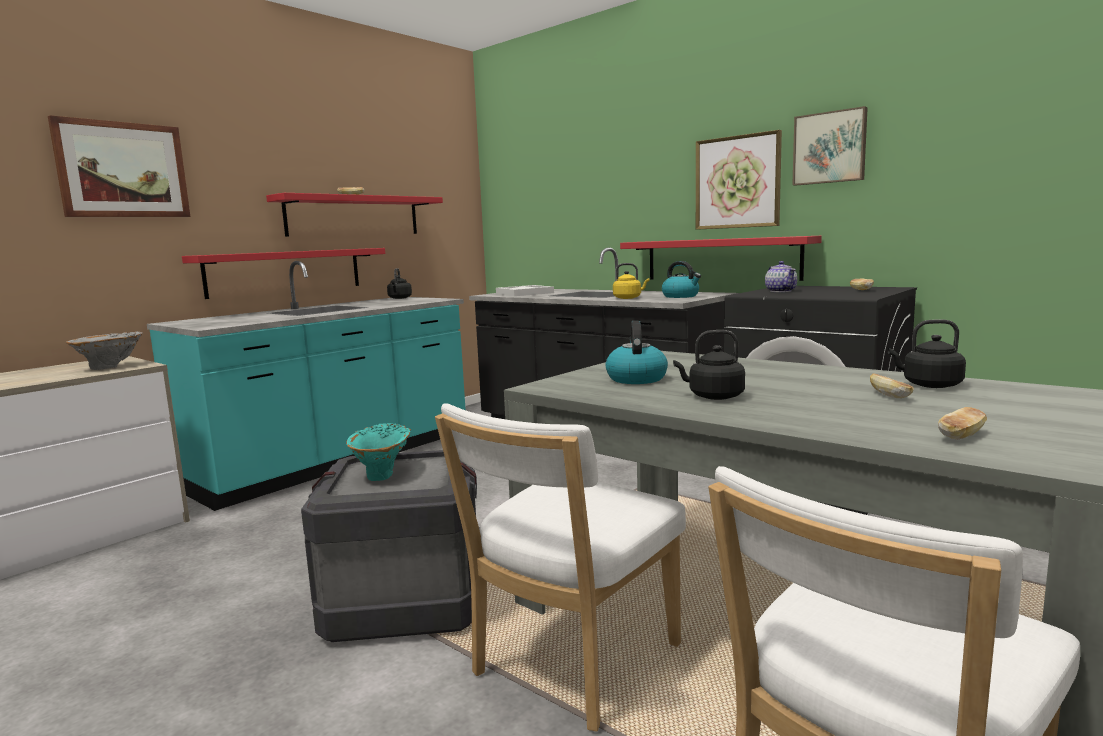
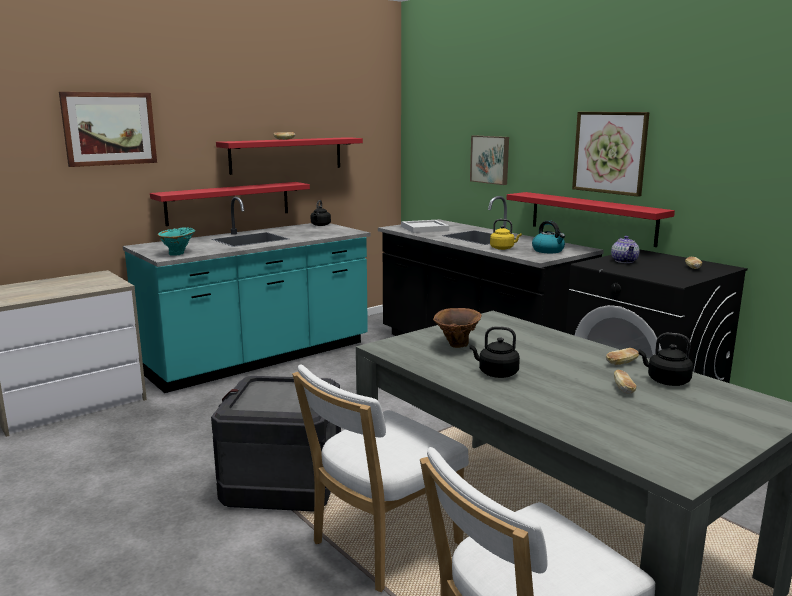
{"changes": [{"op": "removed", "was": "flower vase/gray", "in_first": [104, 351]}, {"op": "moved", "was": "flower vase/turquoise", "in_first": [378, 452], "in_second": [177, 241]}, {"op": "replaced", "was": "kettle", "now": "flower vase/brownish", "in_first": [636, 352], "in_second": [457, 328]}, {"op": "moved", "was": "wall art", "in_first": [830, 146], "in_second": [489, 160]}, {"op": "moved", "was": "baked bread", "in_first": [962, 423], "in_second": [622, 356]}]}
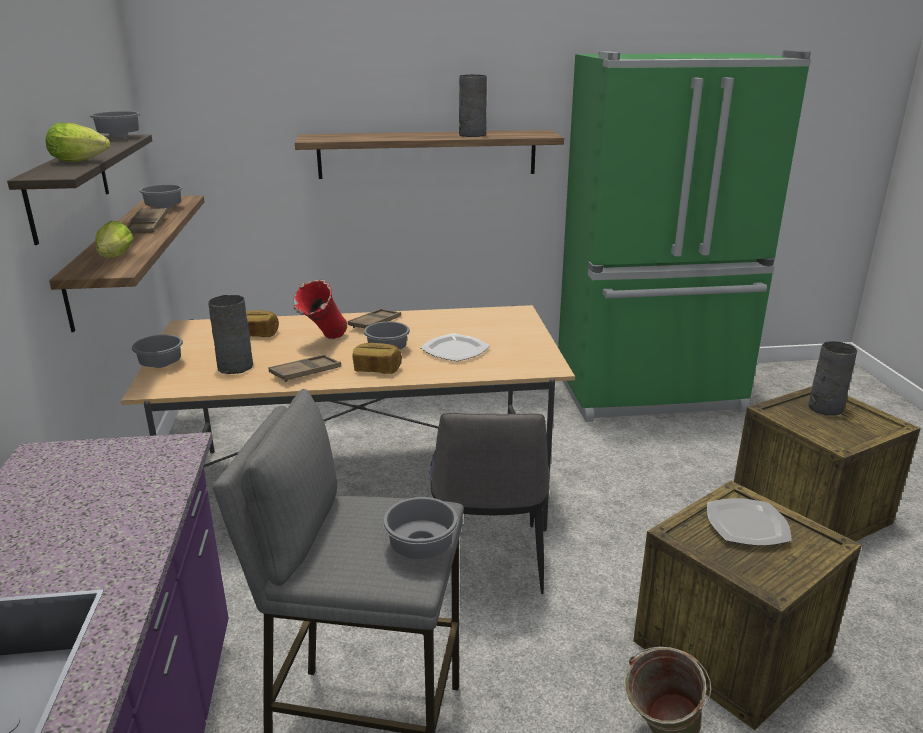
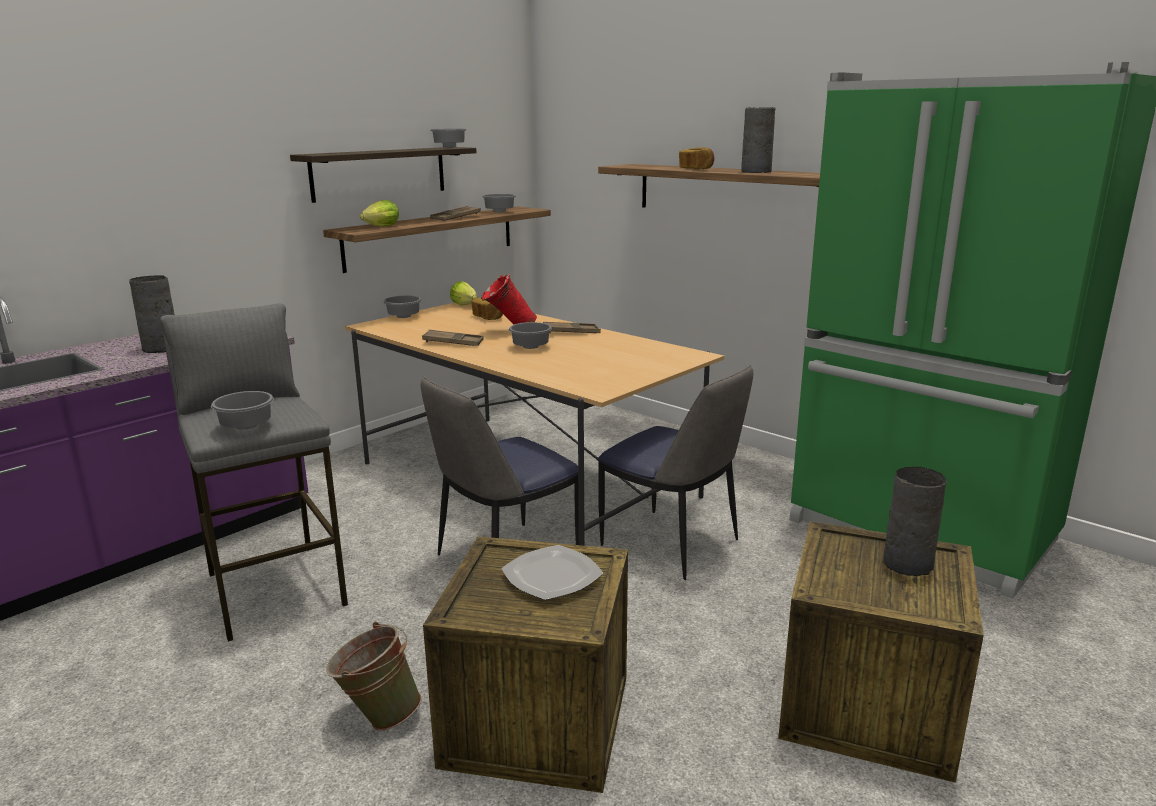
{"changes": [{"op": "moved", "was": "head of lettuce", "in_first": [78, 142], "in_second": [463, 293]}, {"op": "moved", "was": "flower vase/gray", "in_first": [230, 334], "in_second": [152, 314]}, {"op": "moved", "was": "baked bread", "in_first": [377, 358], "in_second": [696, 158]}, {"op": "removed", "was": "plate", "in_first": [455, 347]}, {"op": "added", "now": "chair", "in_second": [675, 472]}]}
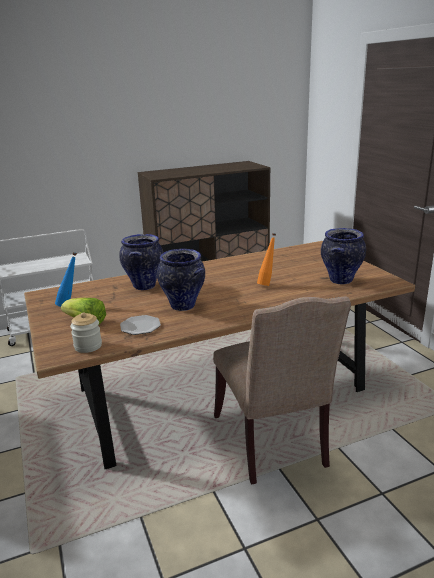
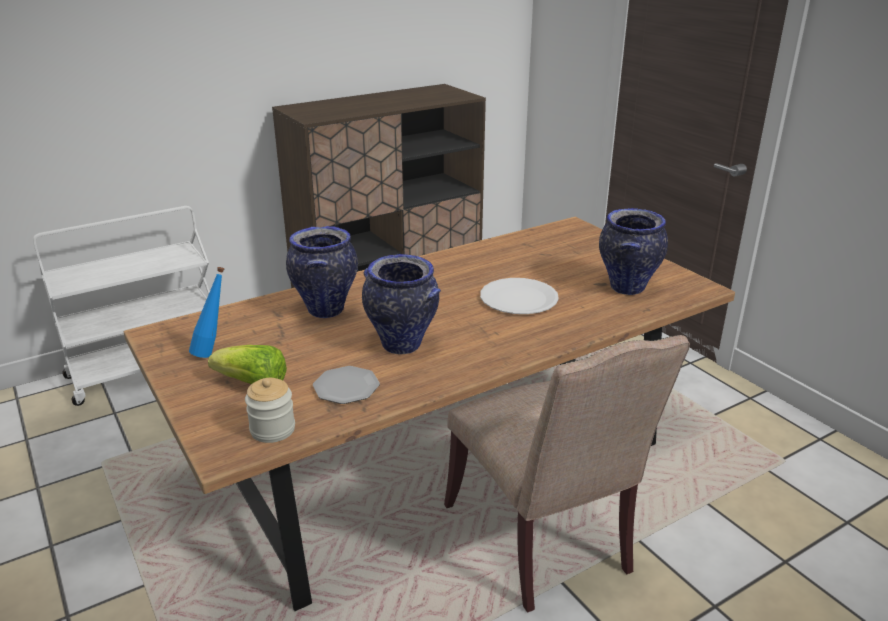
{"changes": [{"op": "replaced", "was": "bottle/orange-coloured", "now": "plate/whitish", "in_first": [266, 259], "in_second": [519, 296]}]}
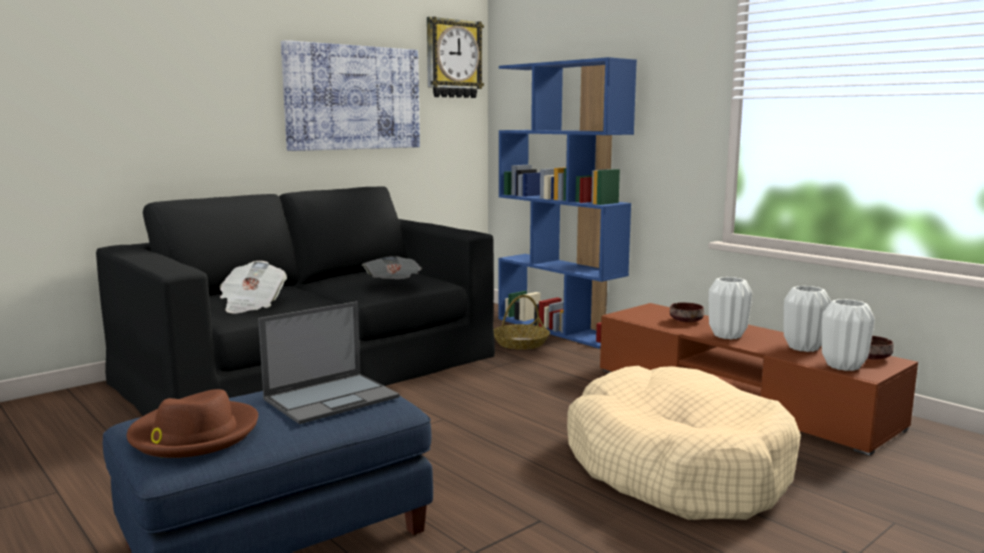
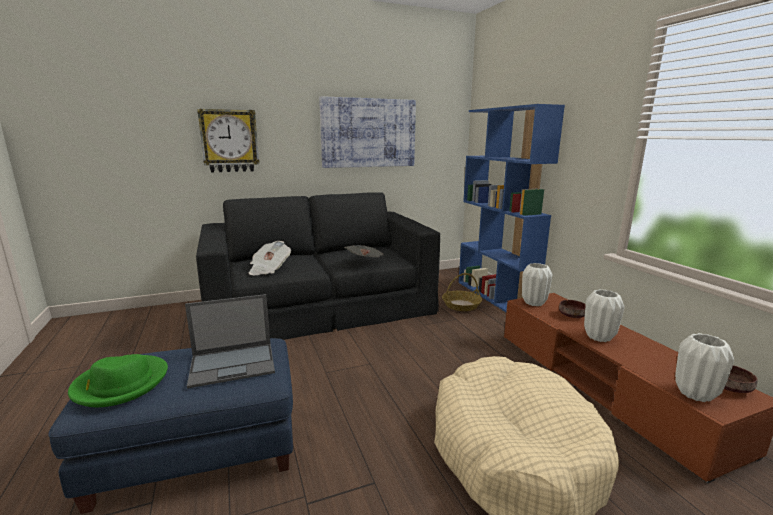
{"changes": [{"op": "recoloured", "was": "clothing hat/brownish", "now": "clothing hat/green", "in_first": [192, 423], "in_second": [118, 380]}, {"op": "moved", "was": "wall clock", "in_first": [455, 57], "in_second": [228, 141]}, {"op": "moved", "was": "flower vase/whitish", "in_first": [807, 319], "in_second": [537, 284]}]}
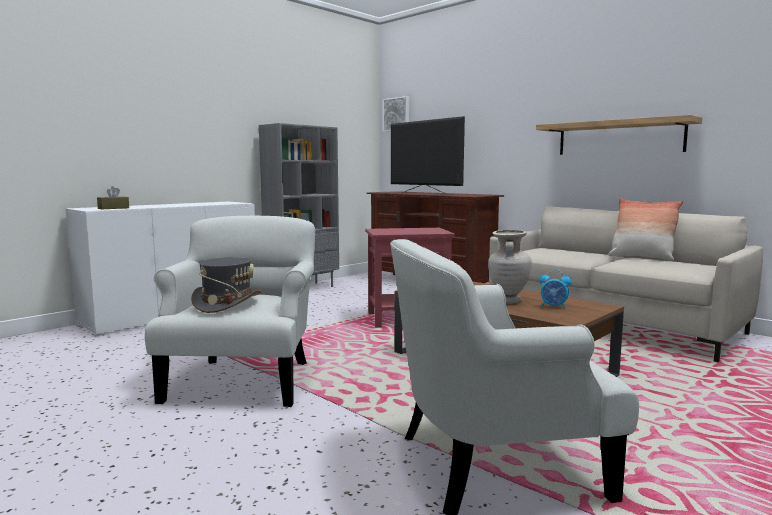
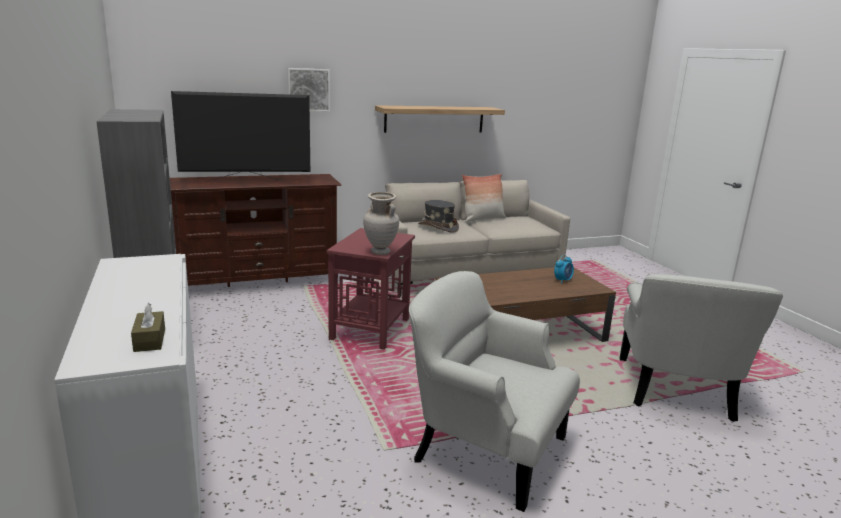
{"changes": [{"op": "moved", "was": "clothing hat/gray", "in_first": [226, 285], "in_second": [438, 216]}, {"op": "moved", "was": "wall art", "in_first": [396, 114], "in_second": [308, 90]}, {"op": "moved", "was": "flower vase/sand-coloured", "in_first": [510, 267], "in_second": [381, 223]}]}
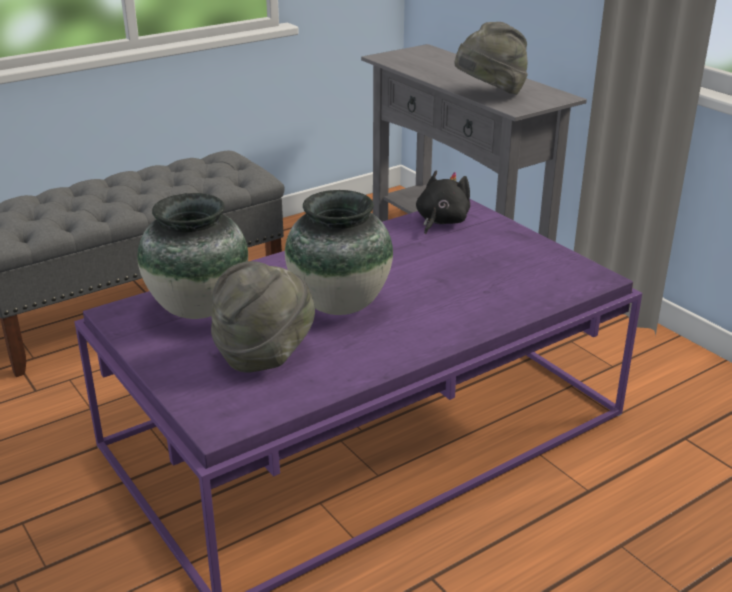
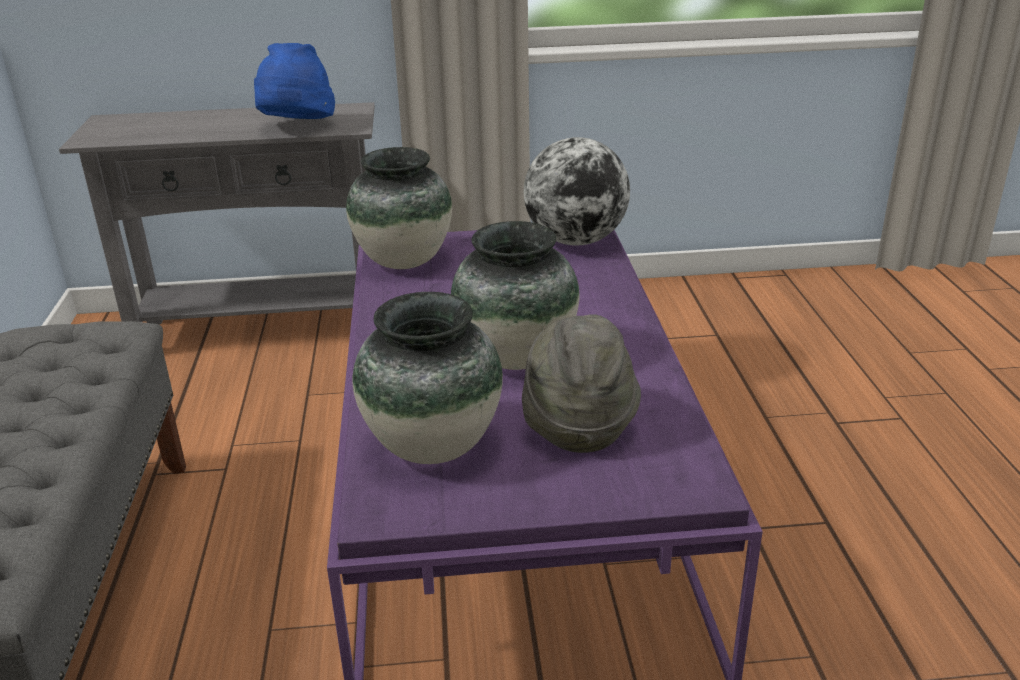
{"changes": [{"op": "replaced", "was": "plush toy/blackish", "now": "flower vase", "in_first": [443, 203], "in_second": [399, 208]}, {"op": "recoloured", "was": "clothing hat/gray", "now": "clothing hat/bluish", "in_first": [491, 58], "in_second": [294, 81]}, {"op": "added", "now": "globe", "in_second": [577, 191]}]}
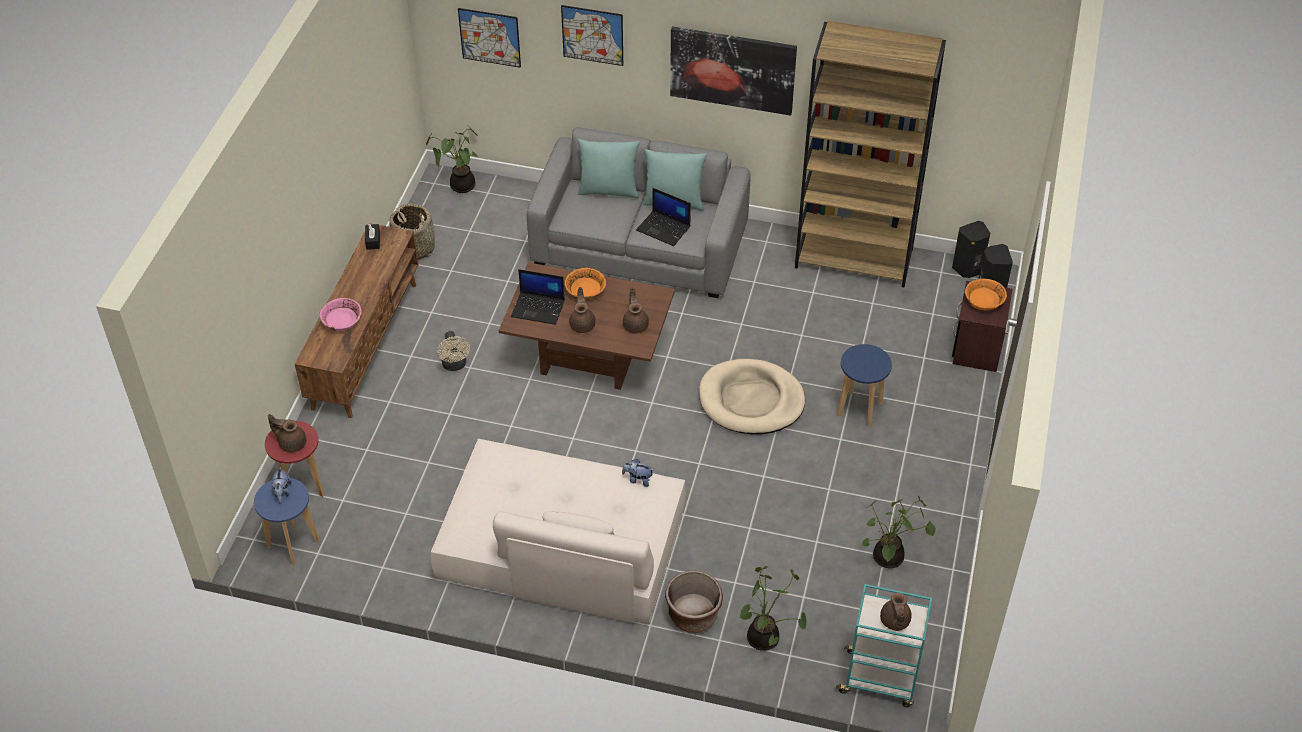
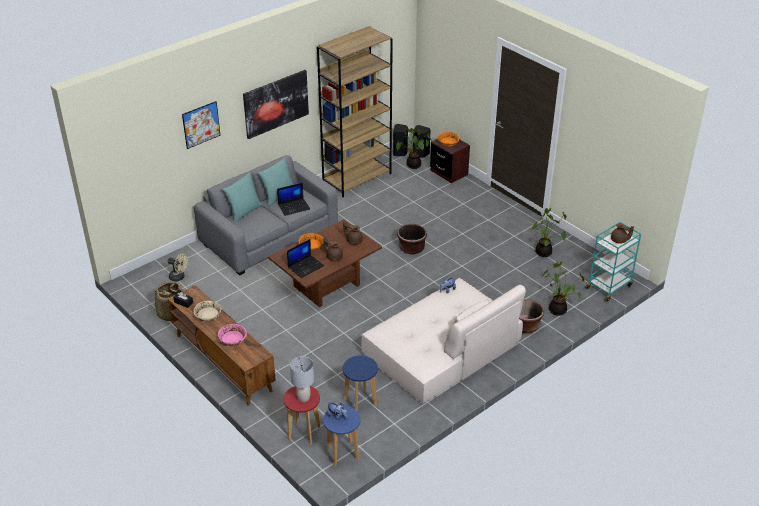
{"changes": [{"op": "replaced", "was": "pot for tea/brownish", "now": "tabletop lamp/gray", "in_first": [287, 433], "in_second": [302, 379]}, {"op": "moved", "was": "houseplant", "in_first": [452, 160], "in_second": [414, 148]}, {"op": "moved", "was": "electric fan/sand-coloured", "in_first": [453, 351], "in_second": [178, 267]}, {"op": "removed", "was": "wall art", "in_first": [489, 38]}, {"op": "replaced", "was": "dog bed/sand-coloured", "now": "planter/brownish", "in_first": [752, 397], "in_second": [412, 239]}, {"op": "moved", "was": "stool/bluish", "in_first": [864, 385], "in_second": [360, 383]}, {"op": "added", "now": "deep dish/sand-coloured", "in_second": [207, 311]}]}
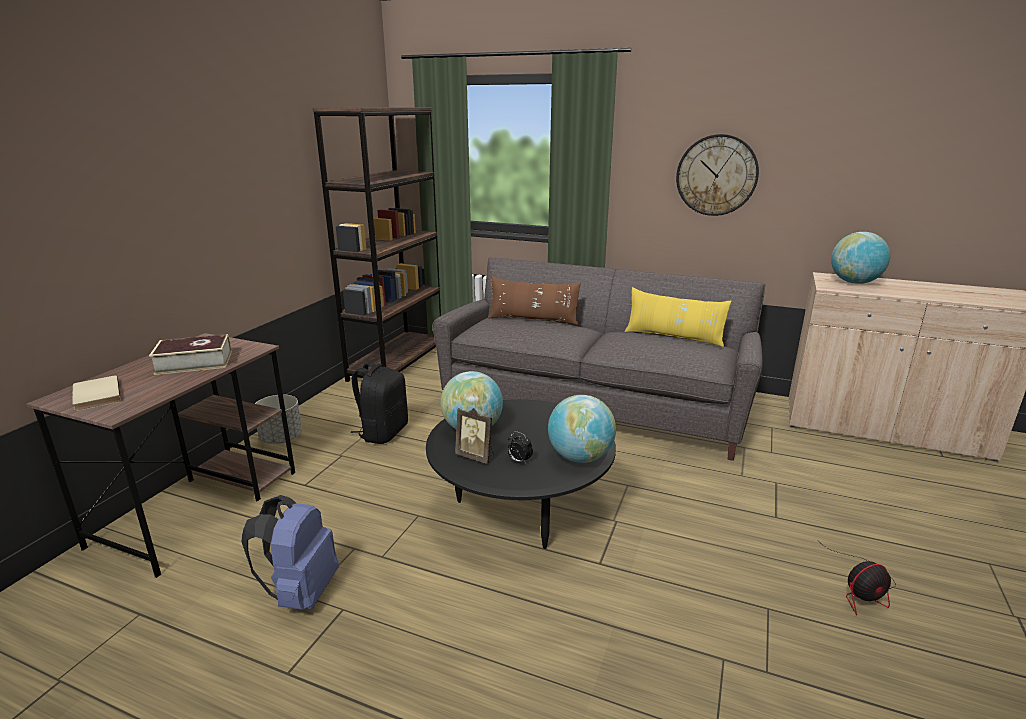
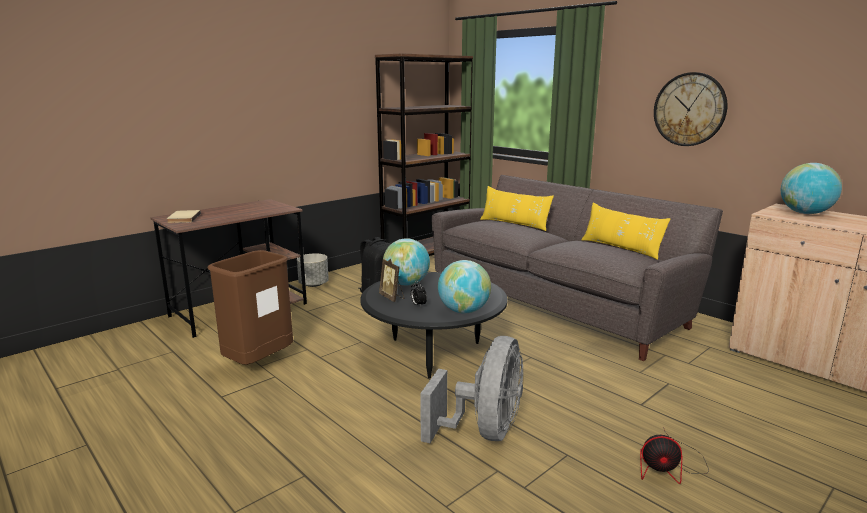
{"changes": [{"op": "removed", "was": "bound book", "in_first": [190, 354]}, {"op": "replaced", "was": "knapsack/bluish", "now": "trash can/brownish", "in_first": [290, 552], "in_second": [250, 307]}, {"op": "recoloured", "was": "cushion/brownish", "now": "cushion/yellow", "in_first": [534, 300], "in_second": [517, 208]}, {"op": "added", "now": "electric fan/gray", "in_second": [471, 389]}]}
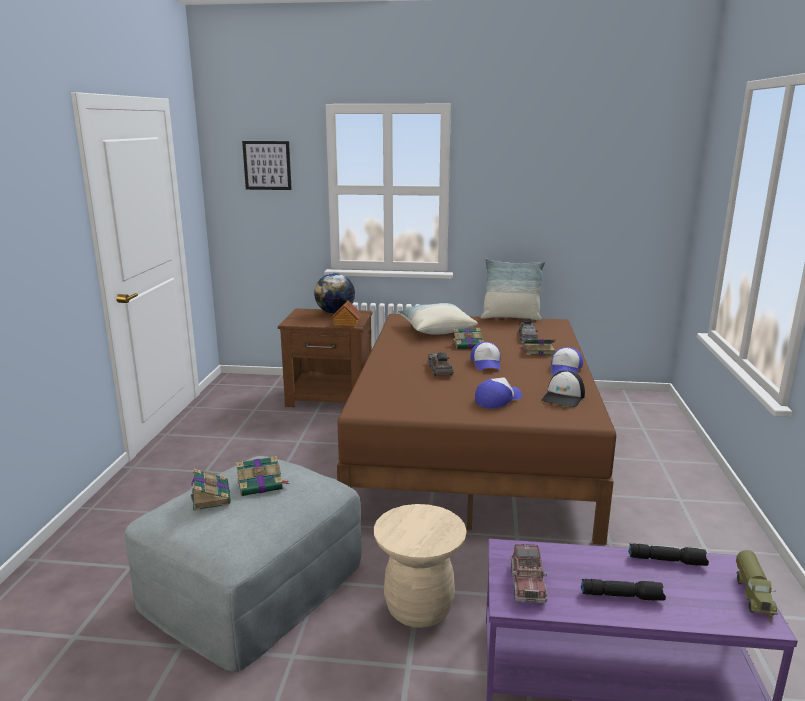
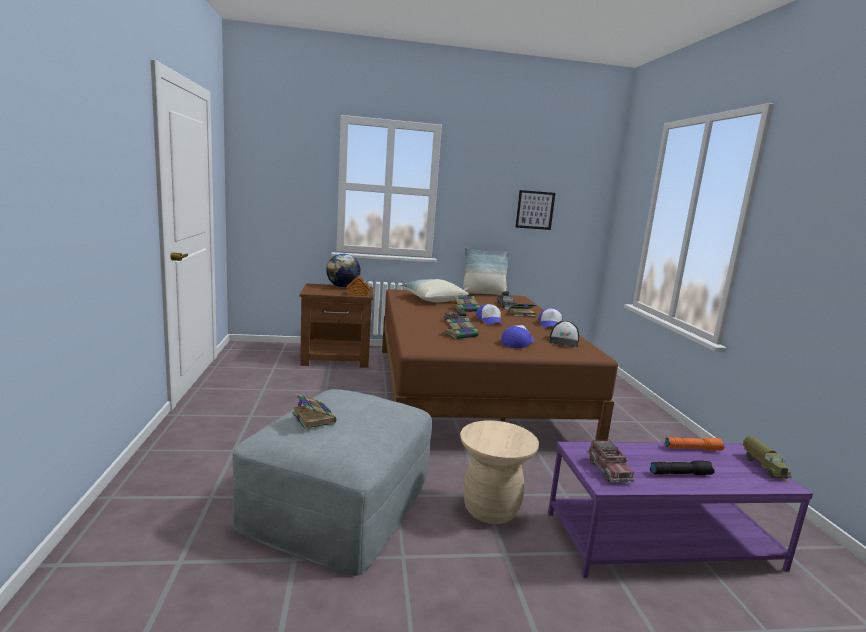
{"changes": [{"op": "moved", "was": "bound book", "in_first": [263, 476], "in_second": [461, 328]}, {"op": "moved", "was": "wall art", "in_first": [267, 165], "in_second": [535, 210]}, {"op": "recoloured", "was": "torch/blackish", "now": "torch/orange-coloured", "in_first": [669, 554], "in_second": [694, 444]}]}
